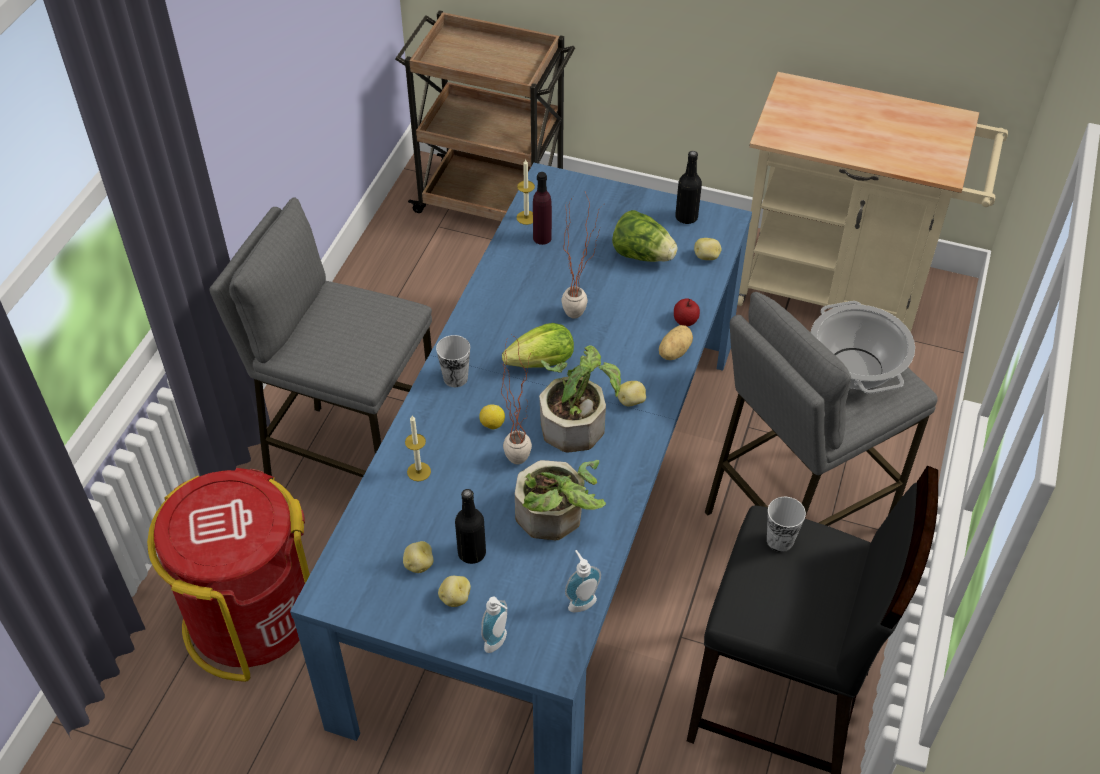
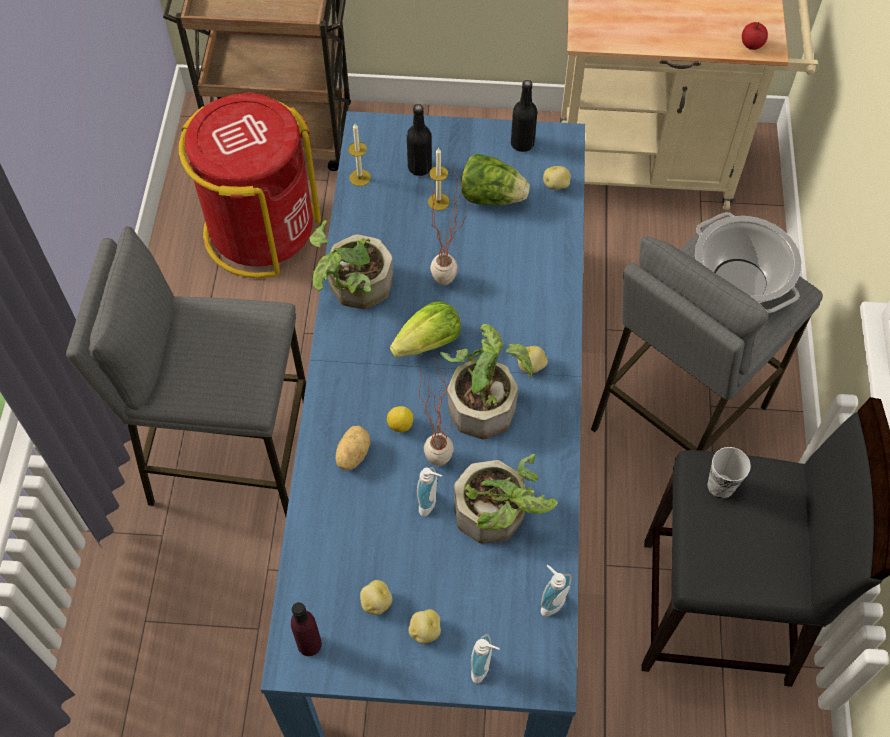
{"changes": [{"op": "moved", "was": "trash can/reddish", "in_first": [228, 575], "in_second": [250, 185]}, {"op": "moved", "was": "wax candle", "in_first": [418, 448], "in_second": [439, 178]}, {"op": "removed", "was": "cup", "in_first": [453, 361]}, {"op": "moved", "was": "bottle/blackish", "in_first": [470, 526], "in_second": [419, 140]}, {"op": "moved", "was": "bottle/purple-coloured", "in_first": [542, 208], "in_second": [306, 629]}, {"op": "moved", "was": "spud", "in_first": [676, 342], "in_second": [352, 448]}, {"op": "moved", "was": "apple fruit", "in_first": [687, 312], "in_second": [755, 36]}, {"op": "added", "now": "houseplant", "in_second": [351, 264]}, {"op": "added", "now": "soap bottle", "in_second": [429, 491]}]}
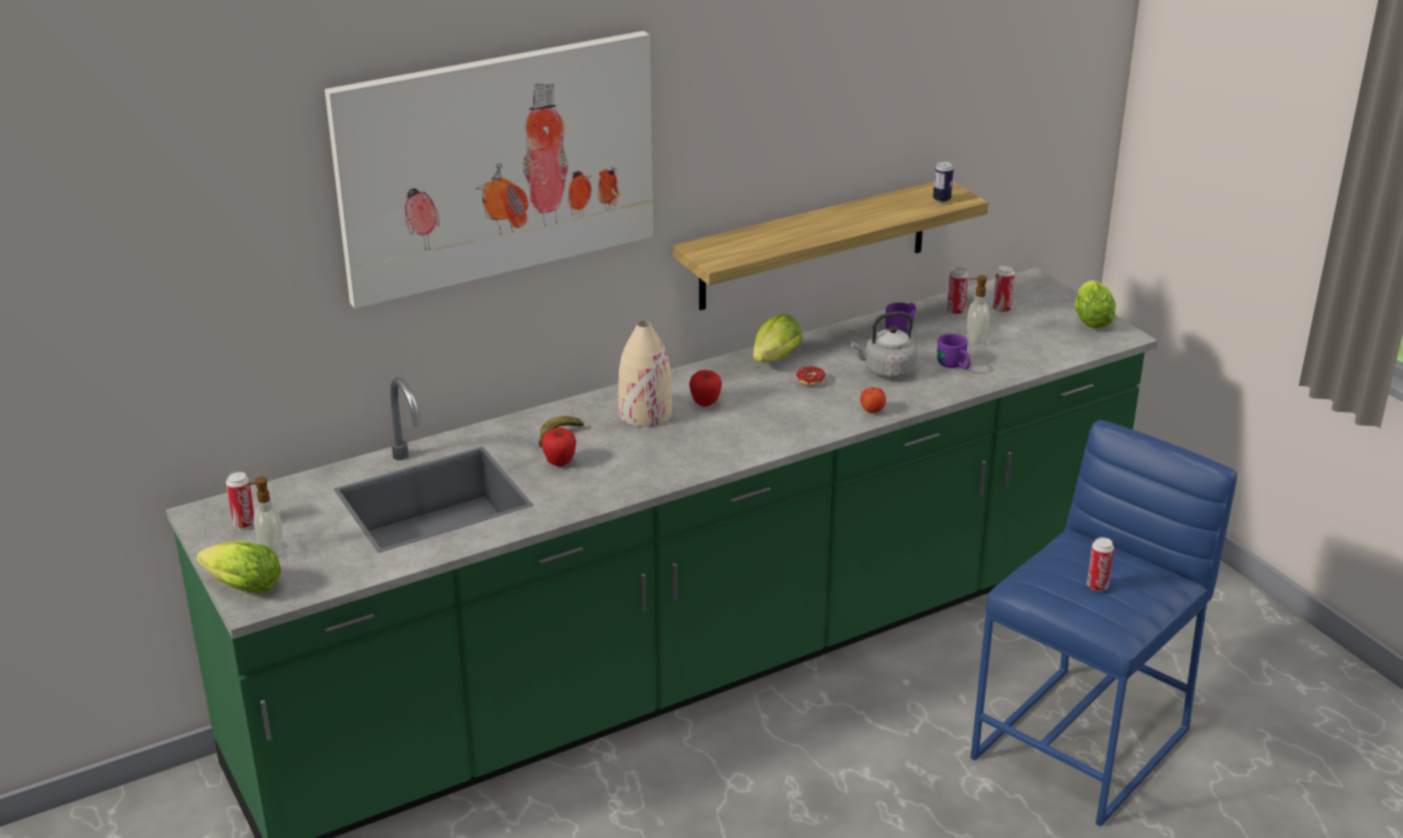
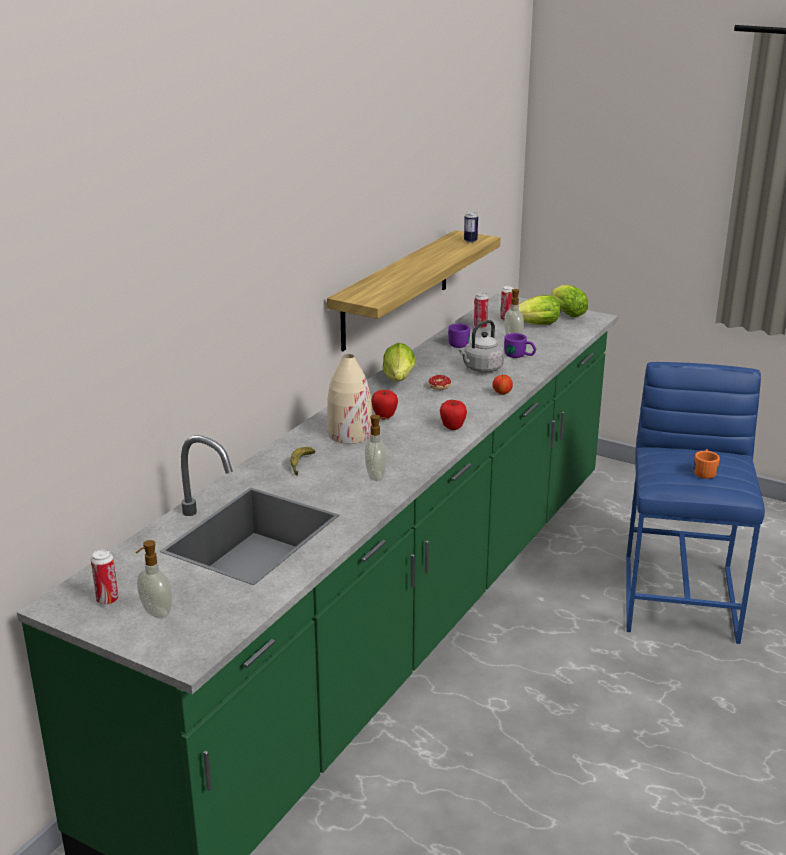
{"changes": [{"op": "moved", "was": "head of lettuce", "in_first": [238, 567], "in_second": [539, 310]}, {"op": "removed", "was": "wall art", "in_first": [489, 169]}, {"op": "moved", "was": "apple fruit", "in_first": [559, 447], "in_second": [453, 415]}, {"op": "replaced", "was": "can", "now": "tea mug/orange-coloured", "in_first": [1100, 564], "in_second": [707, 464]}, {"op": "added", "now": "soap bottle", "in_second": [376, 448]}]}
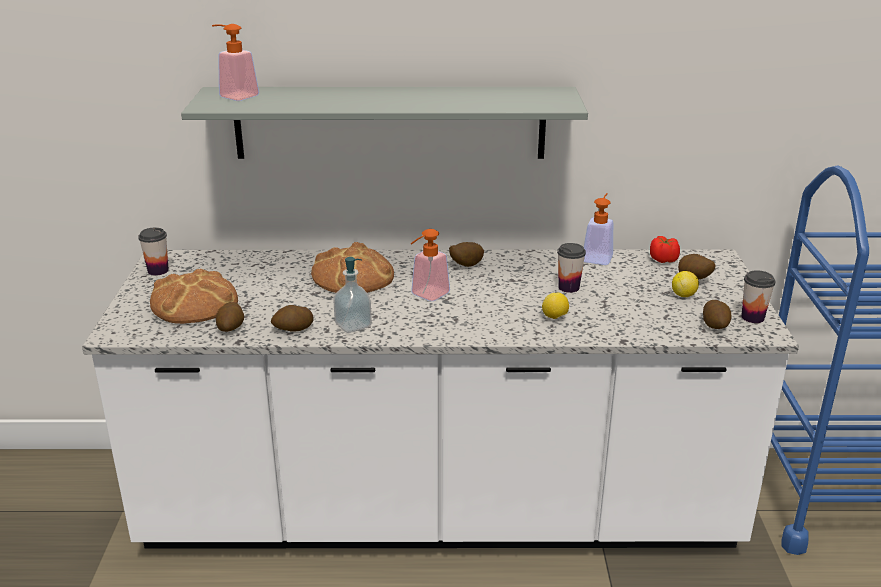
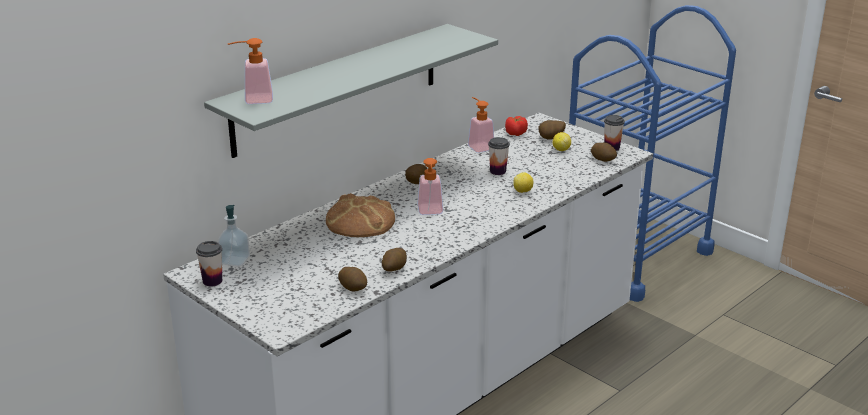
{"changes": [{"op": "removed", "was": "baked bread", "in_first": [194, 296]}, {"op": "moved", "was": "soap bottle", "in_first": [352, 295], "in_second": [234, 236]}]}
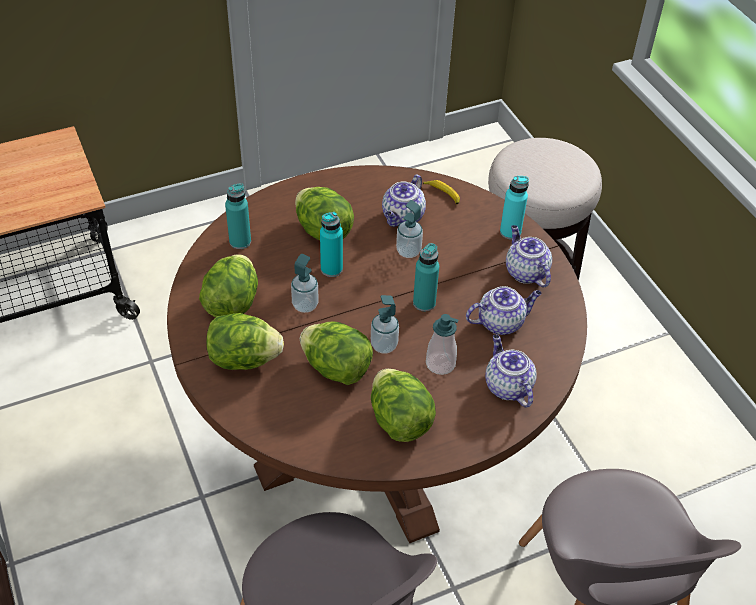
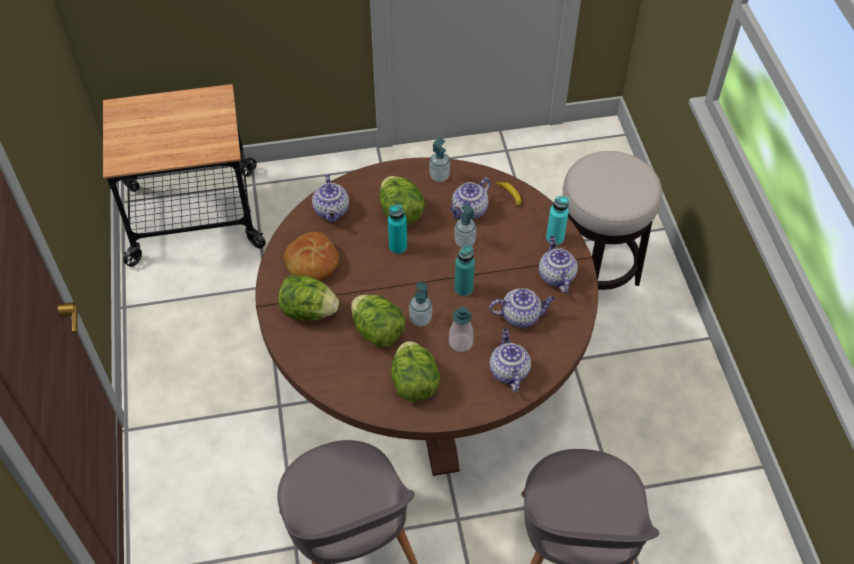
{"changes": [{"op": "replaced", "was": "head of lettuce", "now": "baked bread", "in_first": [228, 285], "in_second": [311, 256]}, {"op": "replaced", "was": "bottle/turquoise", "now": "pot for tea", "in_first": [238, 216], "in_second": [330, 198]}, {"op": "moved", "was": "soap bottle", "in_first": [305, 283], "in_second": [440, 159]}]}
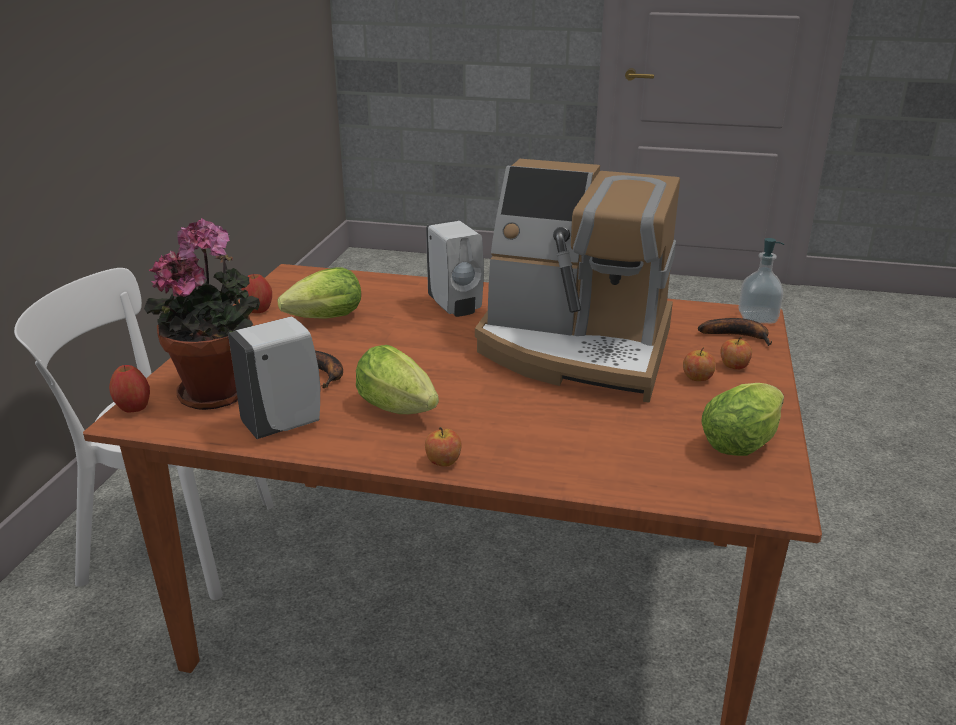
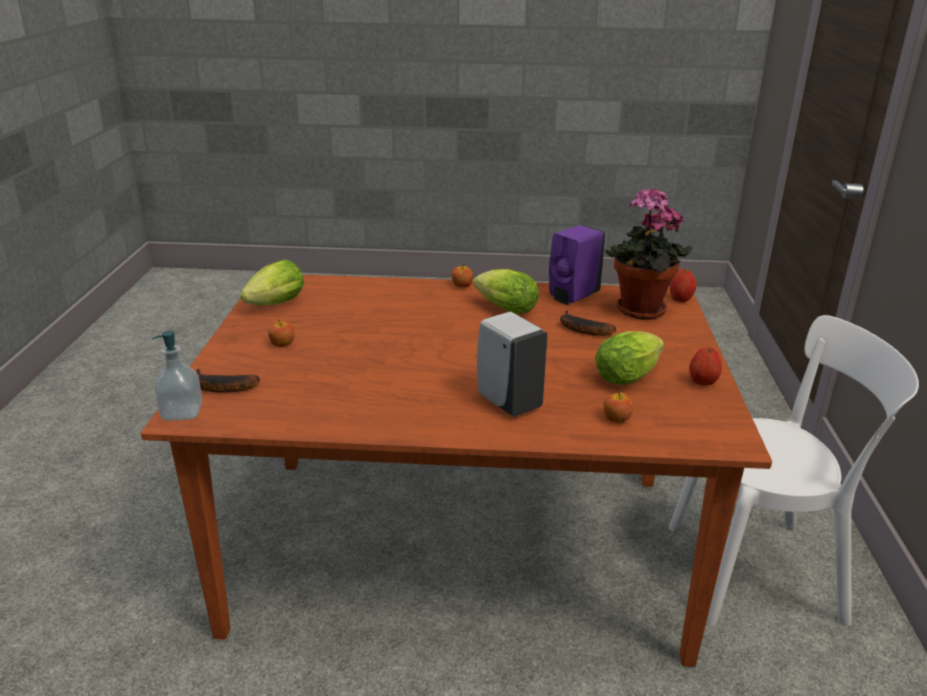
{"changes": [{"op": "recoloured", "was": "soap bottle/whitish", "now": "soap bottle/purple-coloured", "in_first": [274, 377], "in_second": [577, 264]}, {"op": "removed", "was": "coffee maker", "in_first": [577, 281]}, {"op": "moved", "was": "apple fruit", "in_first": [736, 353], "in_second": [619, 407]}]}
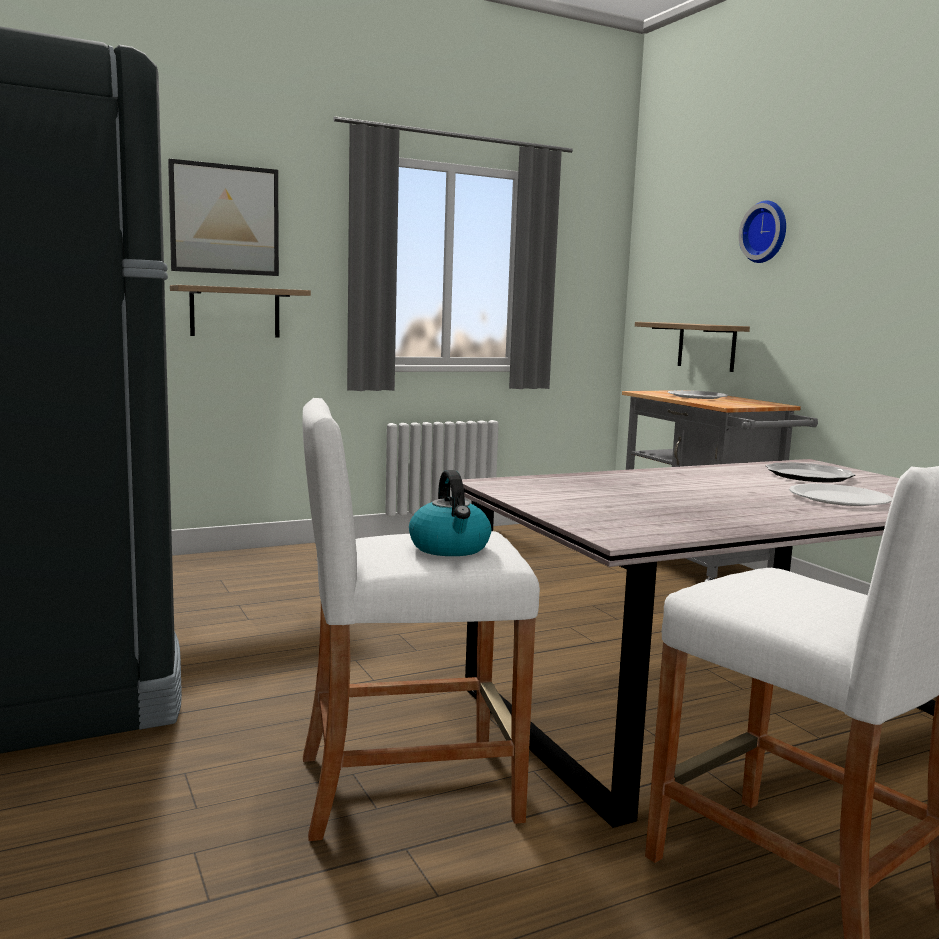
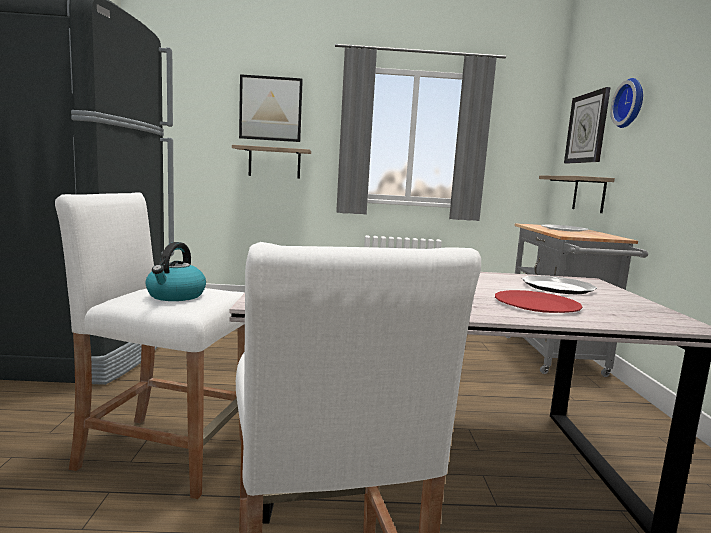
{"changes": [{"op": "recoloured", "was": "plate/whitish", "now": "plate/reddish", "in_first": [840, 495], "in_second": [538, 301]}, {"op": "added", "now": "wall clock", "in_second": [587, 125]}]}
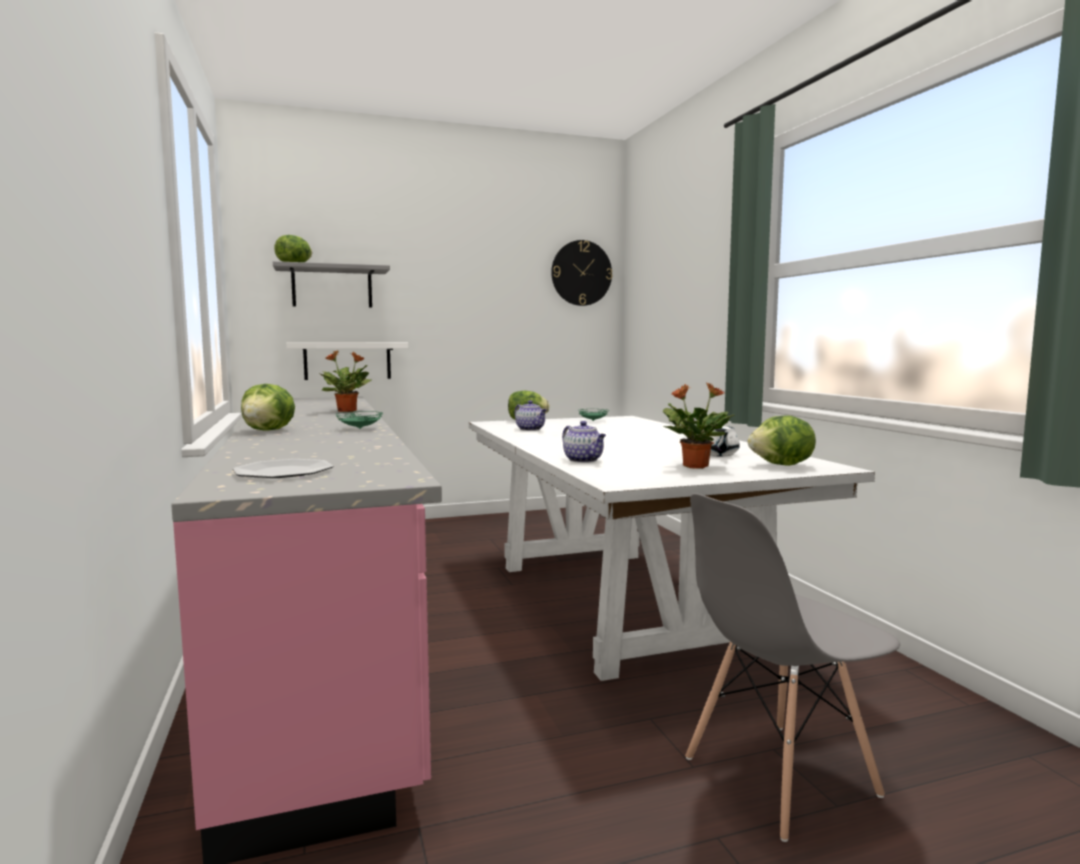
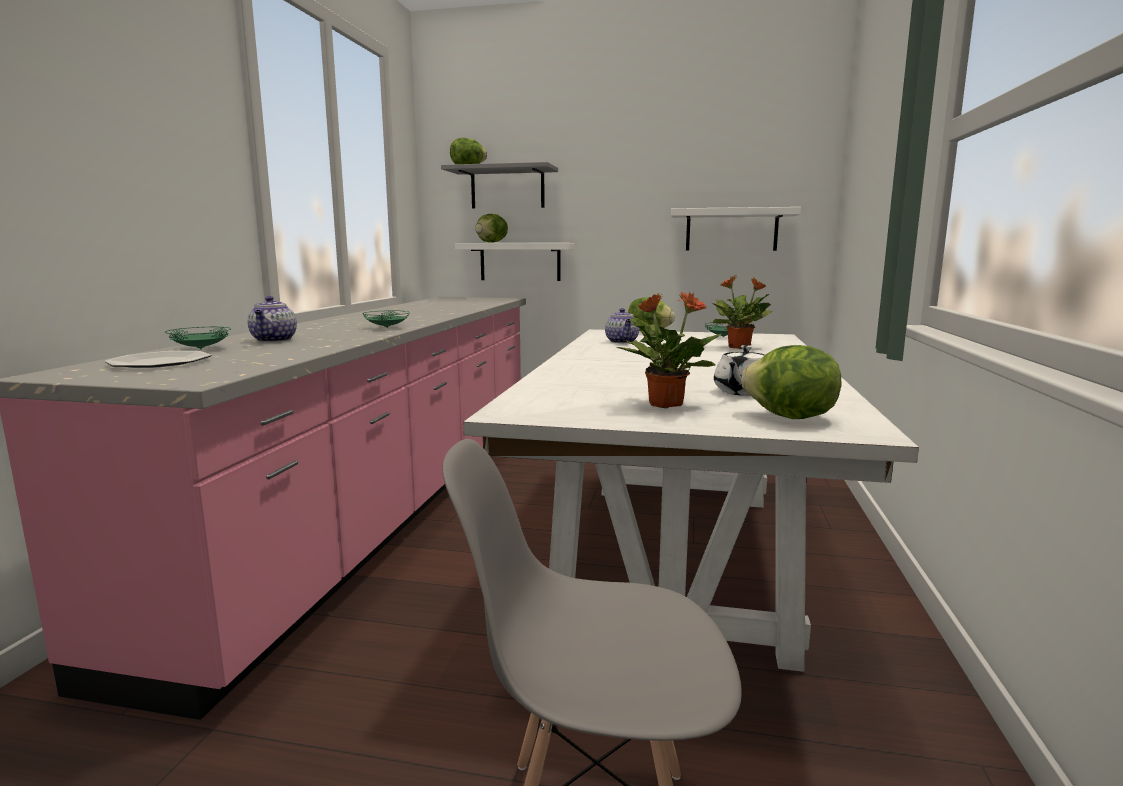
{"changes": [{"op": "moved", "was": "head of lettuce", "in_first": [268, 407], "in_second": [491, 228]}, {"op": "moved", "was": "houseplant", "in_first": [345, 381], "in_second": [742, 312]}, {"op": "removed", "was": "wall clock", "in_first": [581, 273]}, {"op": "moved", "was": "pot for tea", "in_first": [584, 442], "in_second": [272, 319]}, {"op": "added", "now": "plate/green", "in_second": [198, 338]}, {"op": "added", "now": "wall shelf/whitish", "in_second": [736, 229]}]}
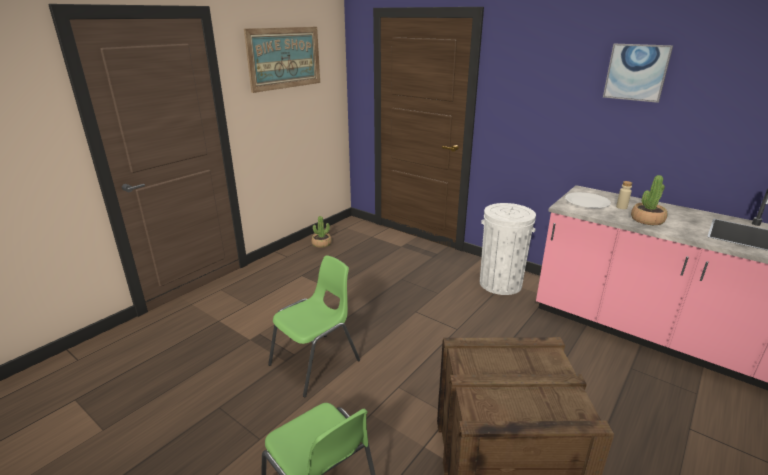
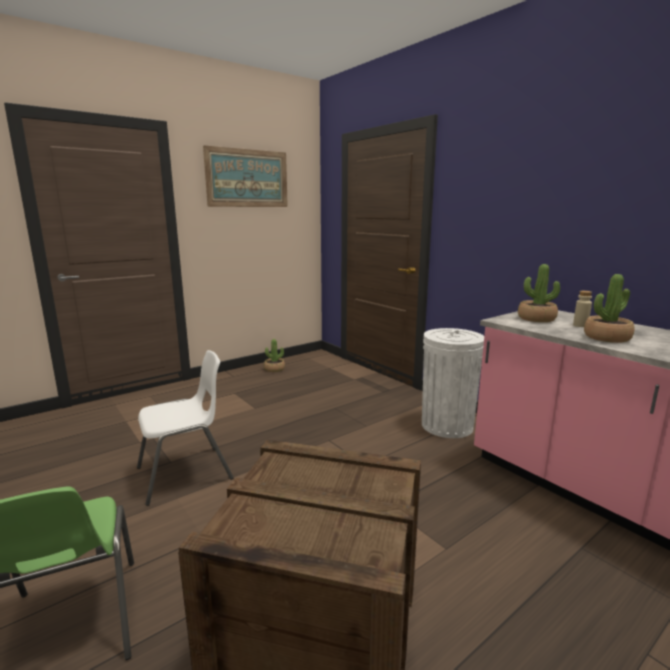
{"changes": [{"op": "recoloured", "was": "chair/green", "now": "chair/whitish", "in_first": [314, 326], "in_second": [185, 428]}, {"op": "replaced", "was": "plate/whitish", "now": "houseplant", "in_first": [588, 200], "in_second": [539, 293]}, {"op": "removed", "was": "wall art", "in_first": [638, 73]}]}
